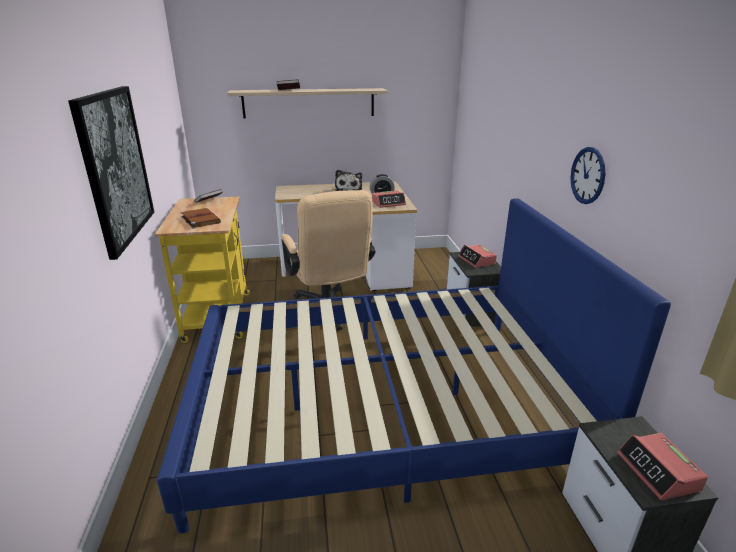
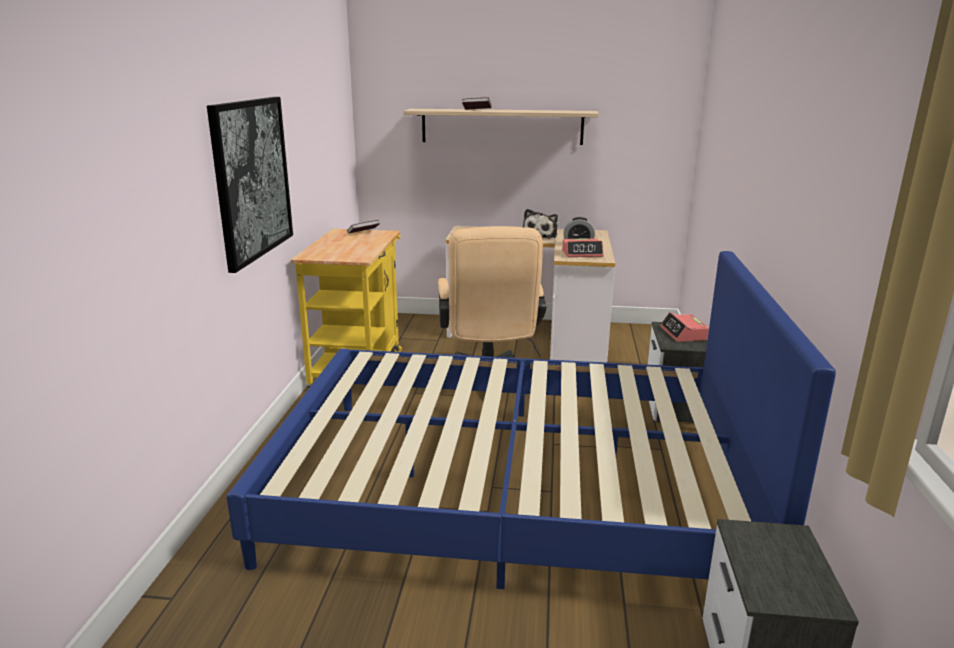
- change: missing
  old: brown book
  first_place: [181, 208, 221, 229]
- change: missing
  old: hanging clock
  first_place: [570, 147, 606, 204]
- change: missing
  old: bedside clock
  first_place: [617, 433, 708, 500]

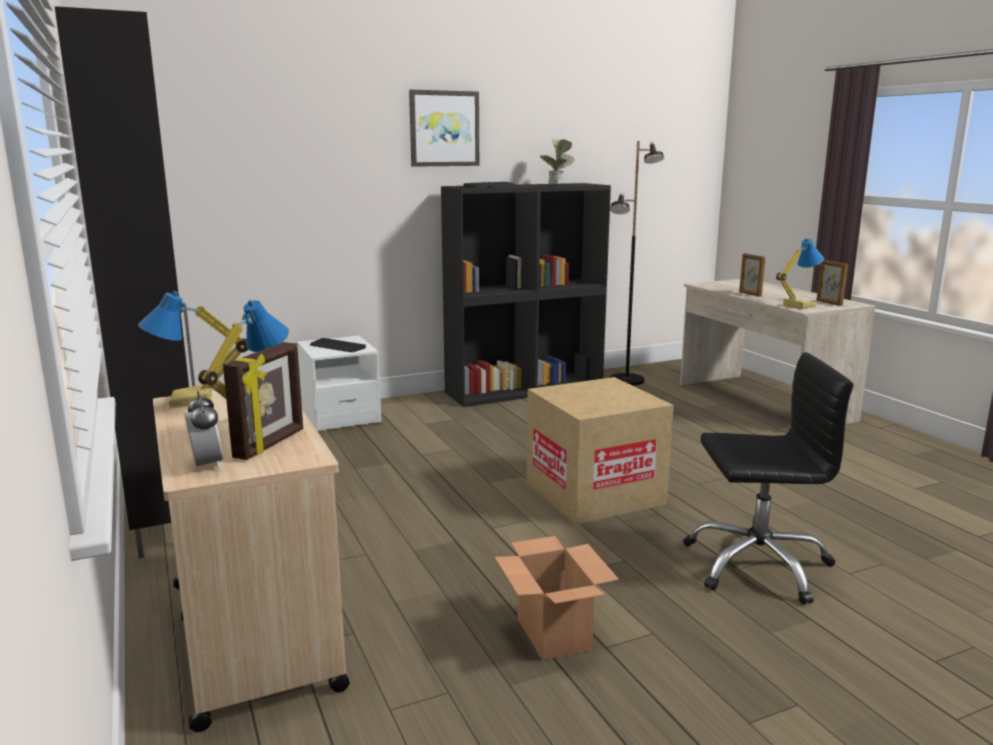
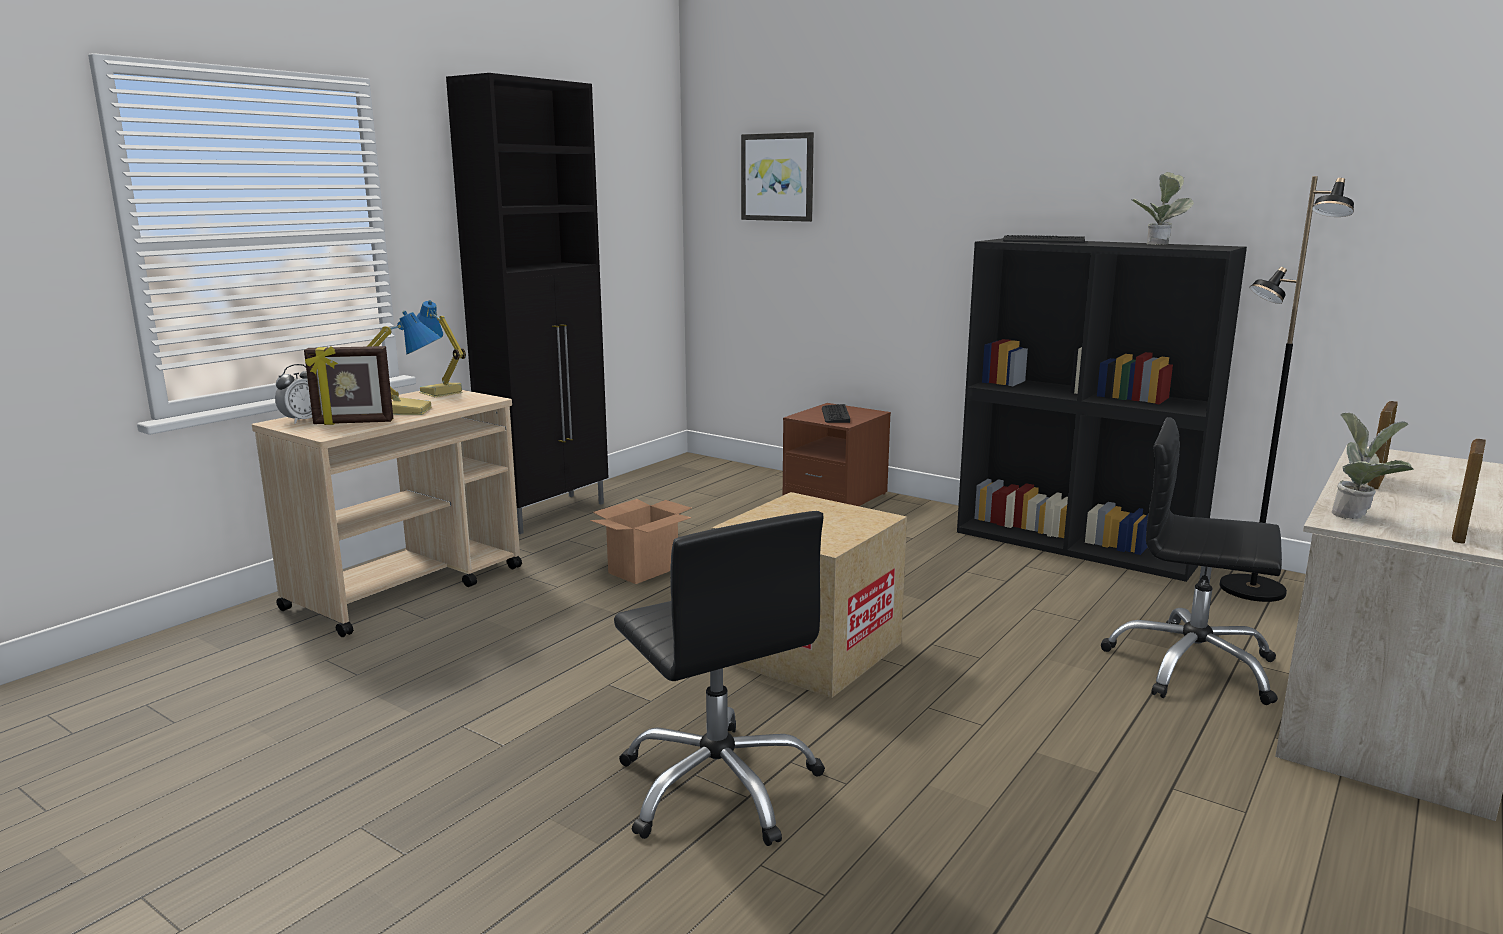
- change: relocated
  old: cardboard box
  first_place: [495, 536, 619, 660]
  second_place: [590, 499, 692, 584]
- change: relocated
  old: wall picture
  first_place: [409, 90, 479, 167]
  second_place: [741, 132, 814, 222]
- change: colour
  old: whitish night table
  new: brown night table
  first_place: [297, 336, 382, 432]
  second_place: [783, 403, 891, 506]
- change: appeared
  new: black-coloured office chair
  second_place: [1101, 417, 1282, 705]
- change: exchanged
  old: table lamp
  new: plant in a pot
  first_place: [776, 238, 824, 309]
  second_place: [1332, 413, 1414, 519]

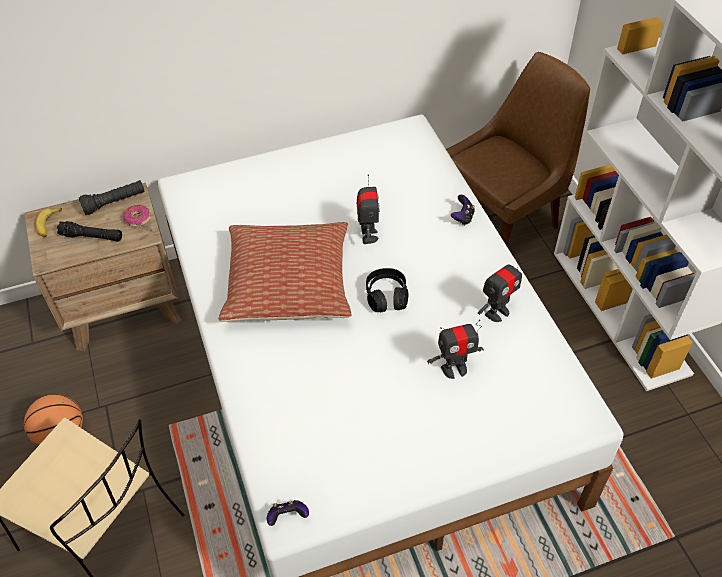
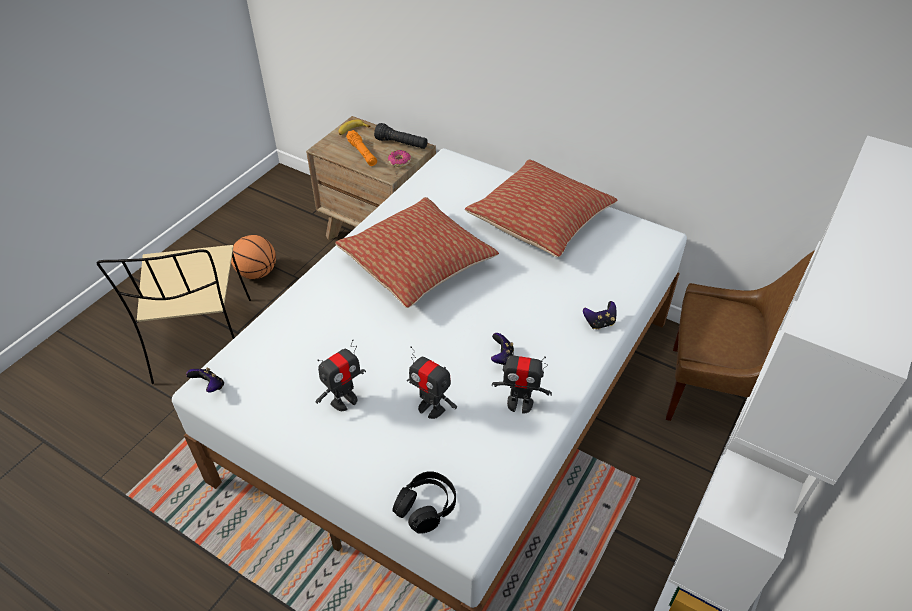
- change: relocated
  old: robot figure
  first_place: [357, 175, 380, 244]
  second_place: [315, 340, 366, 411]
- change: colour
  old: black-coloured torch
  new: orangey torch
  first_place: [57, 221, 122, 242]
  second_place: [346, 130, 377, 166]
- change: relocated
  old: black-coloured headphones
  first_place: [366, 268, 408, 312]
  second_place: [392, 471, 456, 534]
- change: appeared
  new: cushion
  second_place: [465, 159, 617, 257]
- change: appeared
  new: gamepad
  second_place: [491, 333, 514, 365]

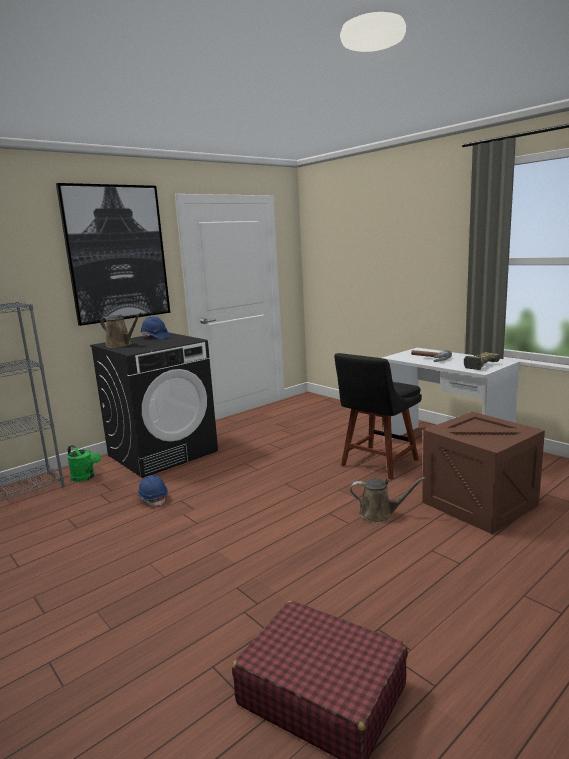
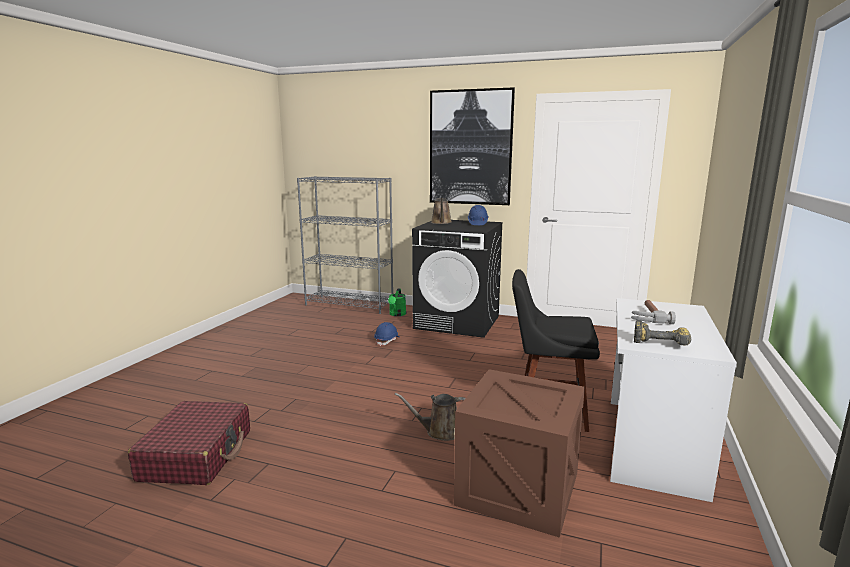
- change: spun
  old: brown watering can
  first_place: [350, 477, 425, 523]
  second_place: [395, 393, 466, 441]
  degrees: 105

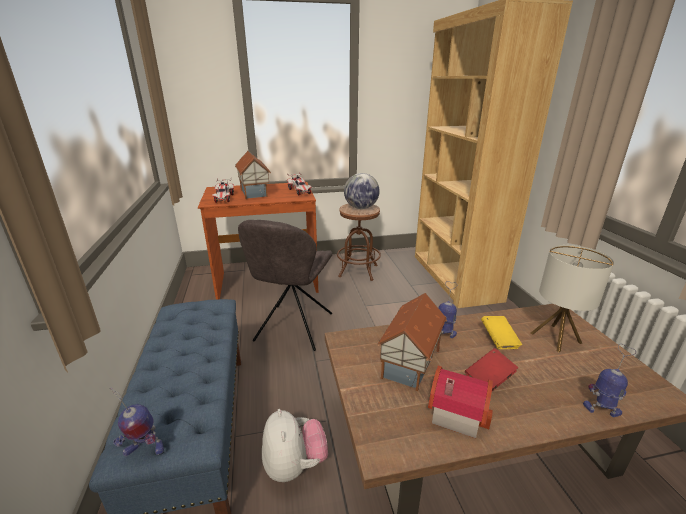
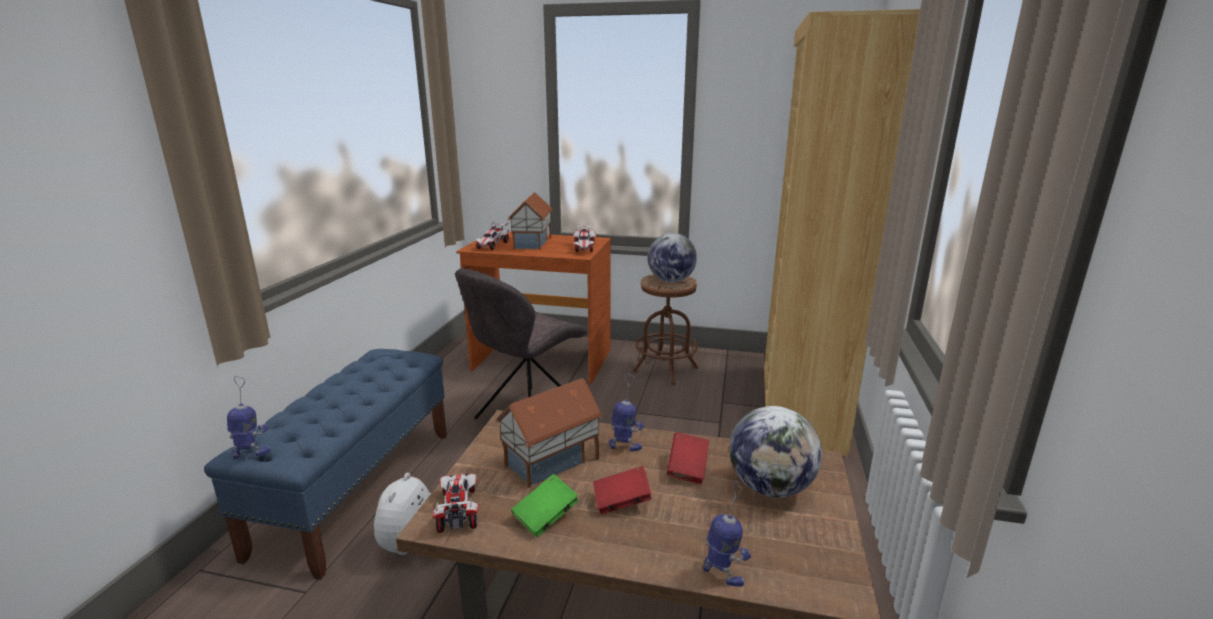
- change: spun
  old: robot figure
  first_place: [110, 387, 164, 456]
  second_place: [227, 376, 271, 459]
  degrees: 150
- change: appeared
  new: miniature car
  second_place: [432, 473, 480, 533]
- change: exchanged
  old: toy house
  new: green book
  first_place: [428, 366, 493, 438]
  second_place: [511, 474, 579, 537]
- change: colour
  old: yellow book
  new: red book
  first_place: [481, 316, 522, 349]
  second_place: [667, 432, 709, 484]
- change: exchanged
  old: table lamp
  new: desk globe
  first_place: [531, 245, 614, 353]
  second_place: [729, 406, 822, 498]

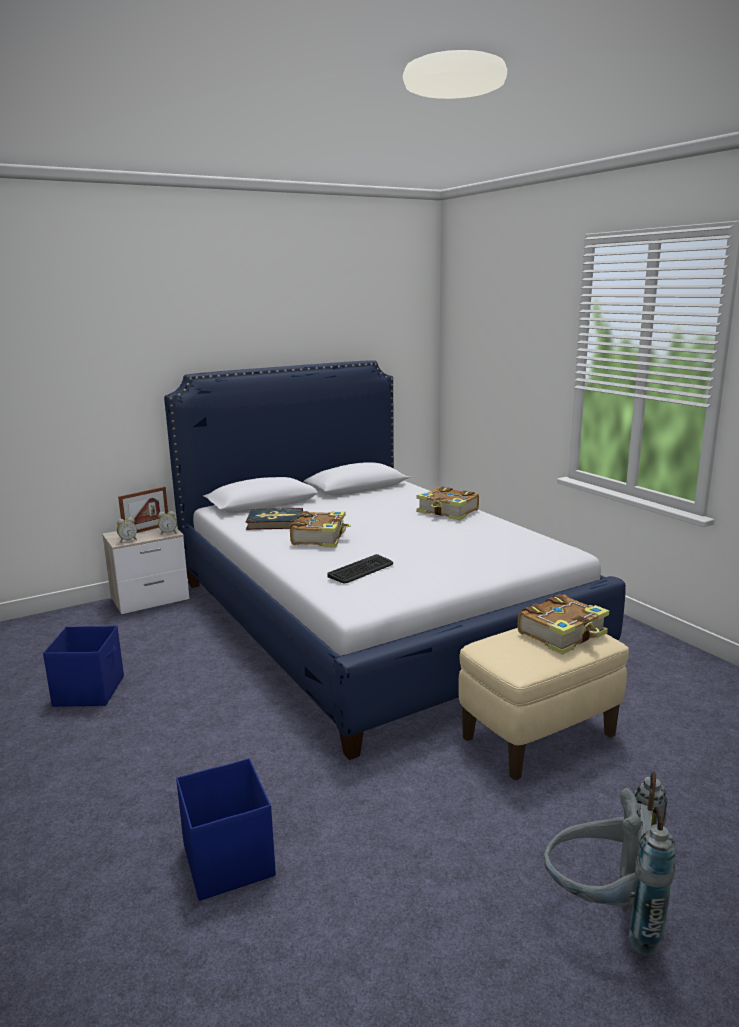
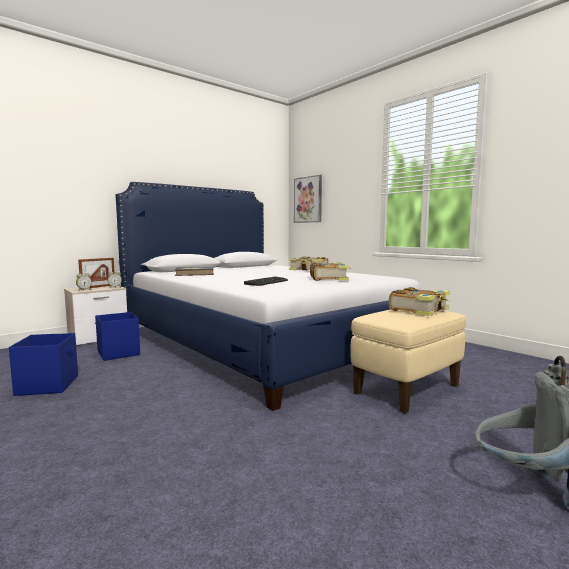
- change: relocated
  old: blue storage box
  first_place: [176, 758, 276, 901]
  second_place: [95, 312, 140, 361]
- change: appeared
  new: wall picture
  second_place: [294, 175, 322, 223]
- change: relocated
  old: book
  first_place: [290, 511, 351, 548]
  second_place: [310, 262, 353, 281]

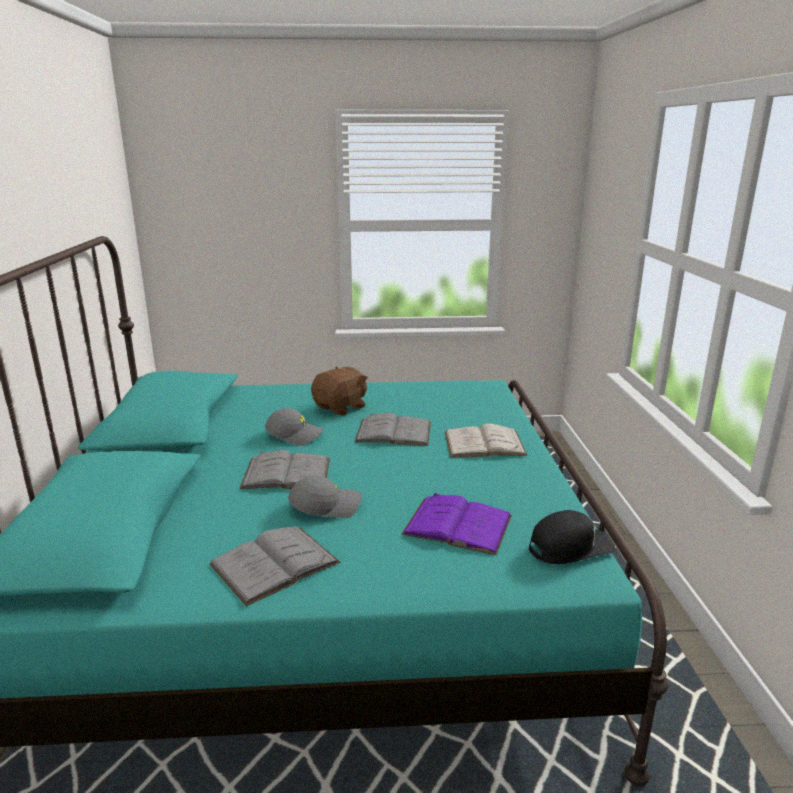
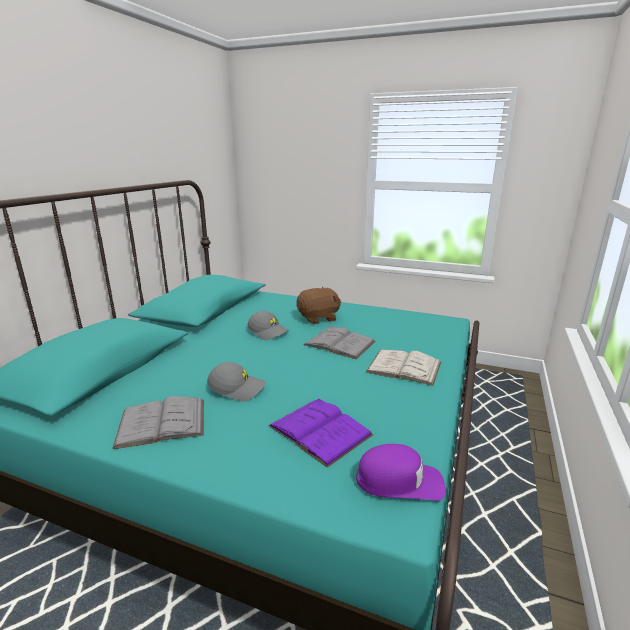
- change: colour
  old: black-coloured cap
  new: purple cap
  first_place: [529, 510, 616, 564]
  second_place: [356, 444, 445, 501]
- change: missing
  old: greyish book
  first_place: [240, 450, 330, 489]

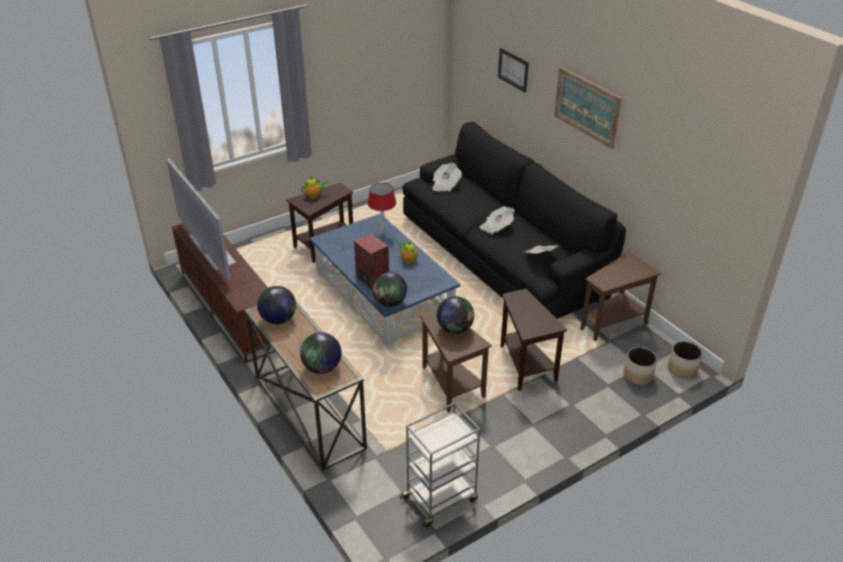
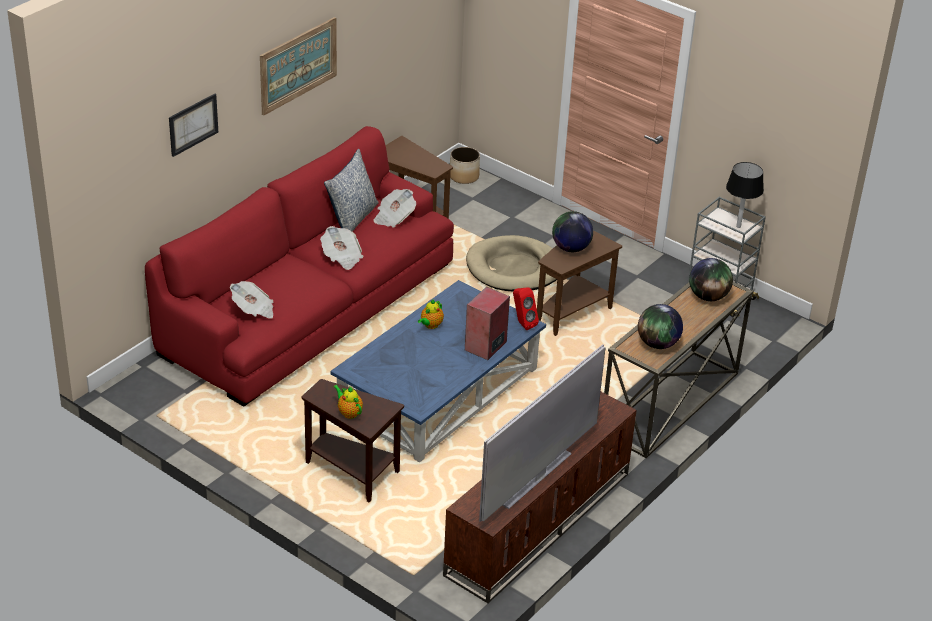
- change: colour
  old: black-coloured sofa
  new: red sofa
  first_place: [403, 122, 626, 319]
  second_place: [145, 126, 454, 407]
- change: appeared
  new: cushion
  second_place: [324, 149, 379, 232]
- change: exchanged
  old: brown end table
  new: sand-coloured dog cushion
  first_place: [501, 289, 567, 391]
  second_place: [466, 235, 557, 291]
- change: exchanged
  old: desk globe
  new: red audio speaker
  first_place: [372, 272, 407, 307]
  second_place: [513, 287, 539, 330]
- change: appeared
  new: black-coloured table lamp
  second_place: [726, 162, 764, 228]
- change: missing
  old: red table lamp
  first_place: [368, 183, 396, 234]
- change: missing
  old: plant pot
  first_place: [623, 347, 657, 385]

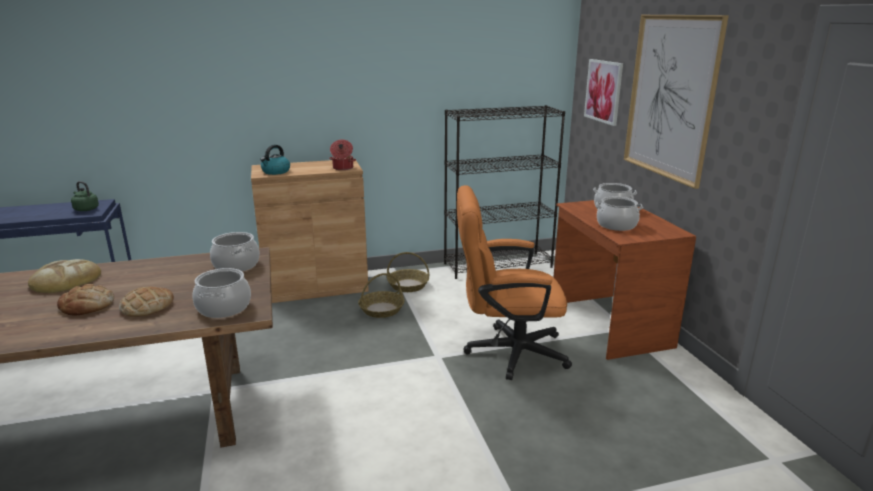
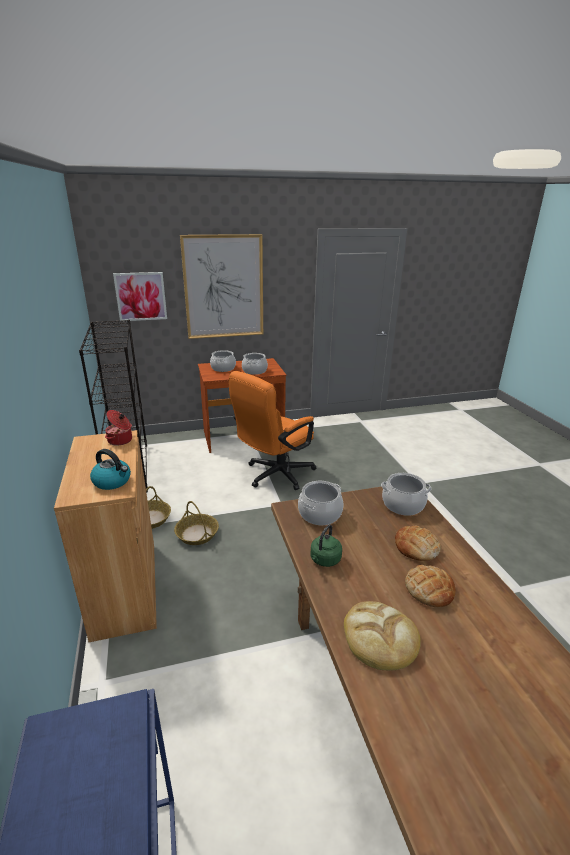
- change: spun
  old: orangey office chair
  first_place: [457, 185, 572, 380]
  second_place: [228, 371, 317, 490]
  degrees: 45
- change: relocated
  old: green water kettle
  first_place: [71, 181, 99, 211]
  second_place: [311, 524, 342, 567]

